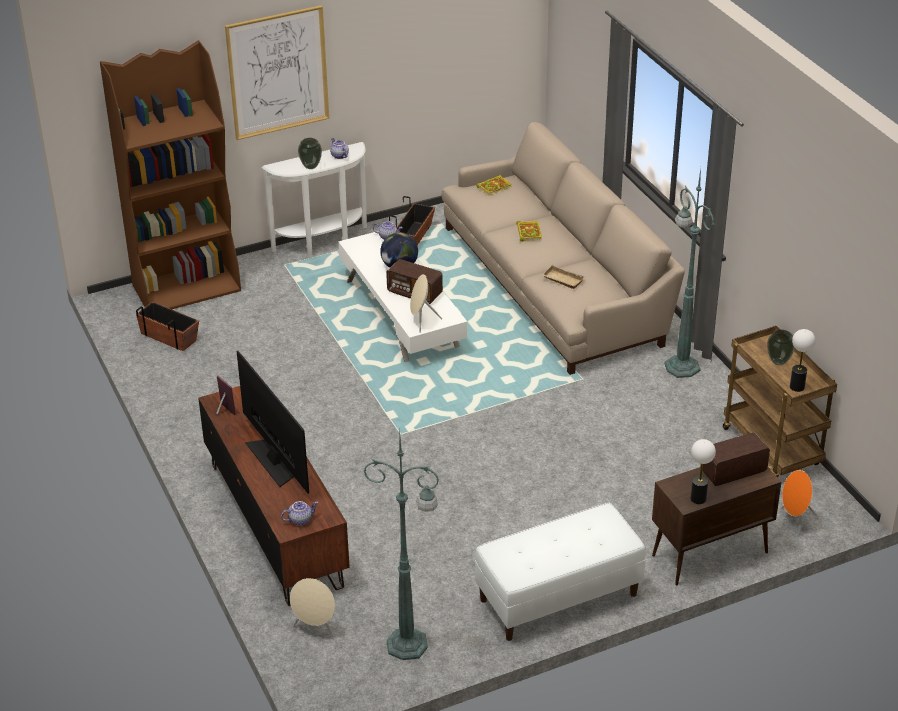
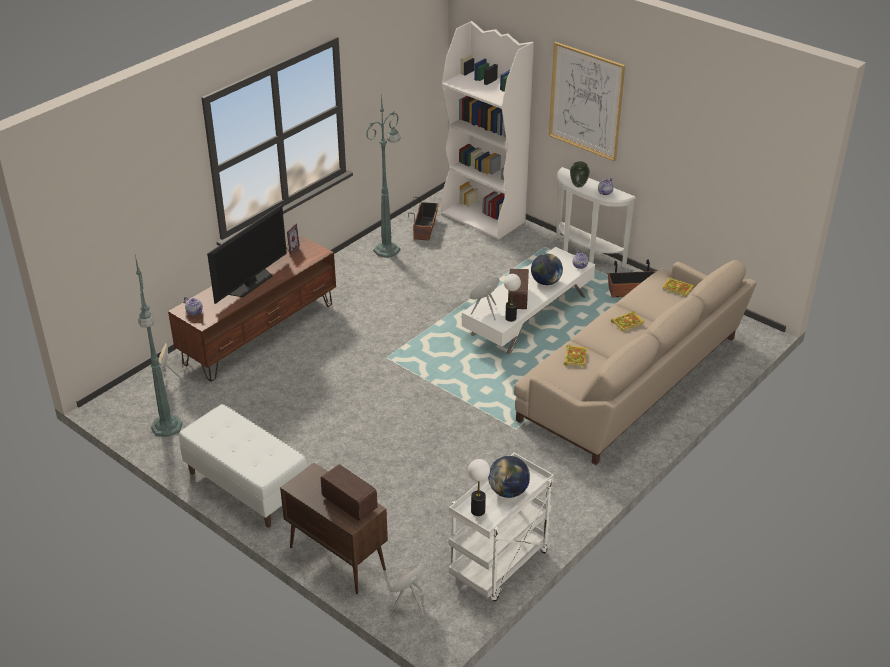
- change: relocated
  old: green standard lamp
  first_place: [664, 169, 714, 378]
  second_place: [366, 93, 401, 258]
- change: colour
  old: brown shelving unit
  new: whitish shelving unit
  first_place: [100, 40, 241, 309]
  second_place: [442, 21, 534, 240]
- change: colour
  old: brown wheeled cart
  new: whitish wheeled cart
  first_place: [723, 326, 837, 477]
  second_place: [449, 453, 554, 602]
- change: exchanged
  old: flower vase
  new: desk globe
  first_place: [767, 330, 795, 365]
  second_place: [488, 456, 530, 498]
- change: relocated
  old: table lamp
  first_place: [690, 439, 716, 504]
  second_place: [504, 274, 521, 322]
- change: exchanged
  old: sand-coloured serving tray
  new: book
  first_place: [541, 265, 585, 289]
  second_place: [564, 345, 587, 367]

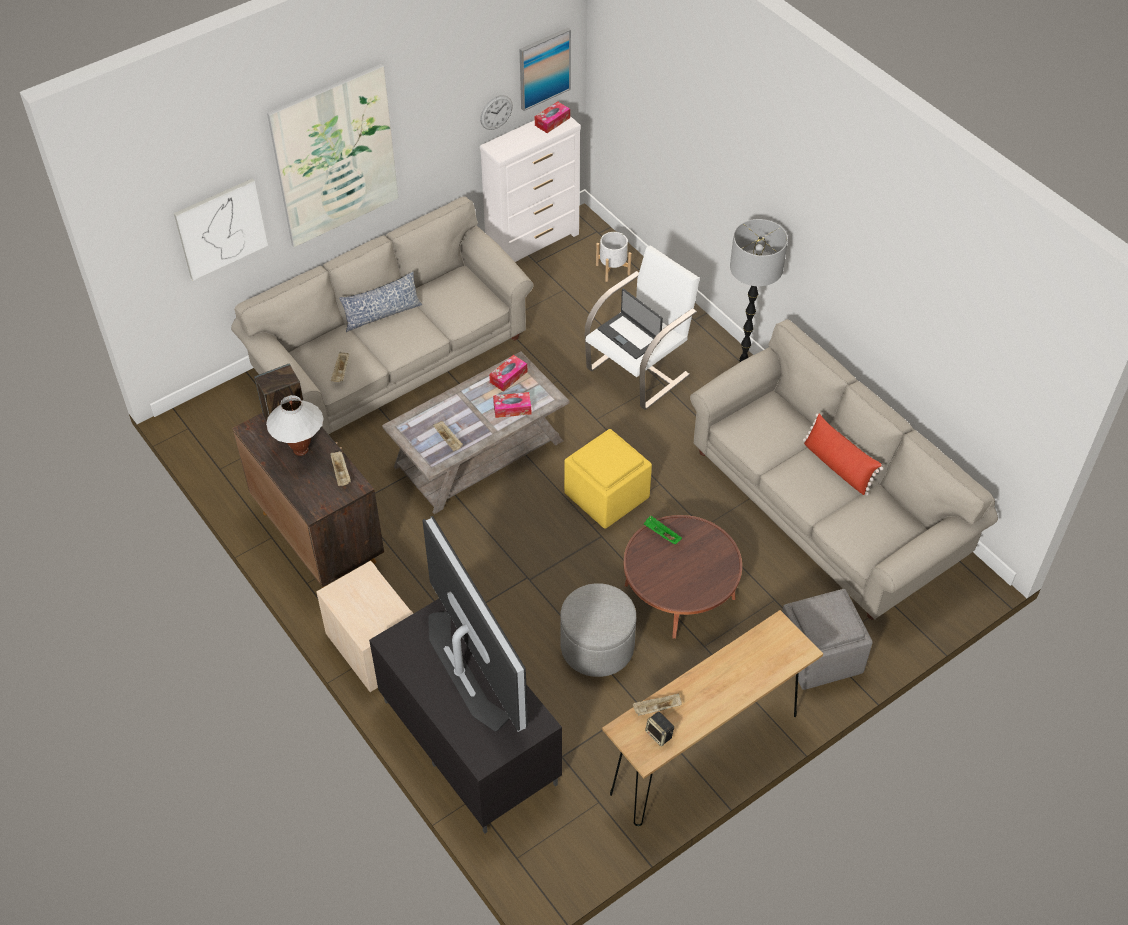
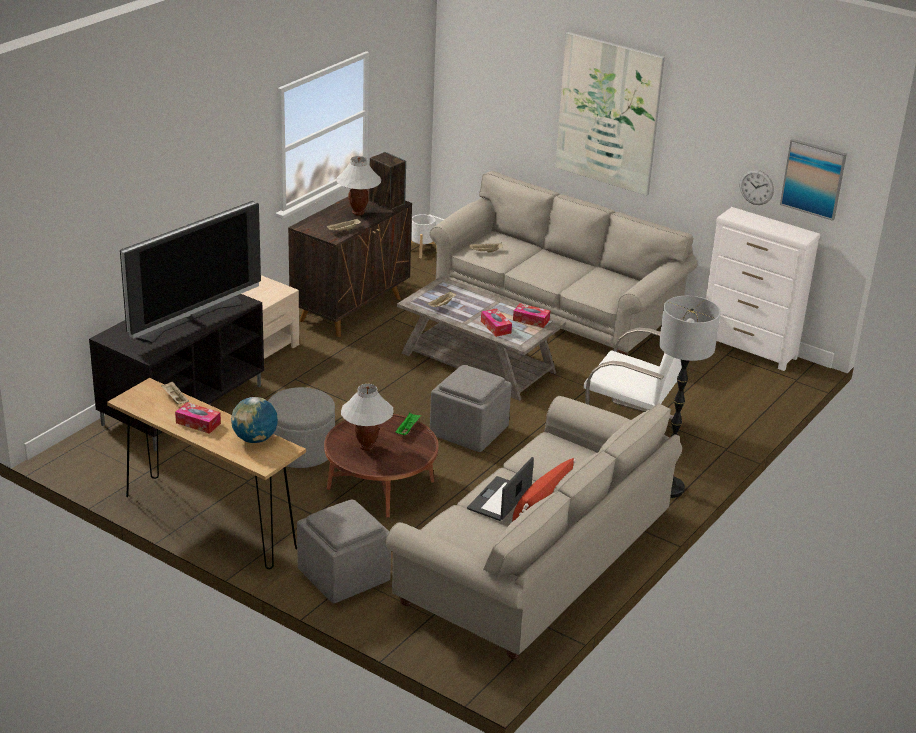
- change: relocated
  old: box of tissues
  first_place: [535, 101, 570, 133]
  second_place: [175, 402, 221, 434]
- change: appeared
  new: desk globe
  second_place: [231, 397, 278, 443]
- change: appeared
  new: whitish table lamp
  second_place: [341, 384, 393, 451]
- change: relocated
  old: whitish plant pot
  first_place: [596, 232, 631, 282]
  second_place: [411, 214, 437, 258]
- change: colour
  old: yellow ottoman
  new: greyish ottoman
  first_place: [564, 429, 652, 529]
  second_place: [430, 365, 512, 452]
- change: relocated
  old: portable computer
  first_place: [598, 289, 663, 359]
  second_place: [467, 457, 534, 521]
- change: missing
  old: wall picture
  first_place: [174, 179, 268, 281]
- change: missing
  old: cushion
  first_place: [339, 271, 422, 332]
- change: missing
  old: audio speaker
  first_place: [645, 712, 674, 746]

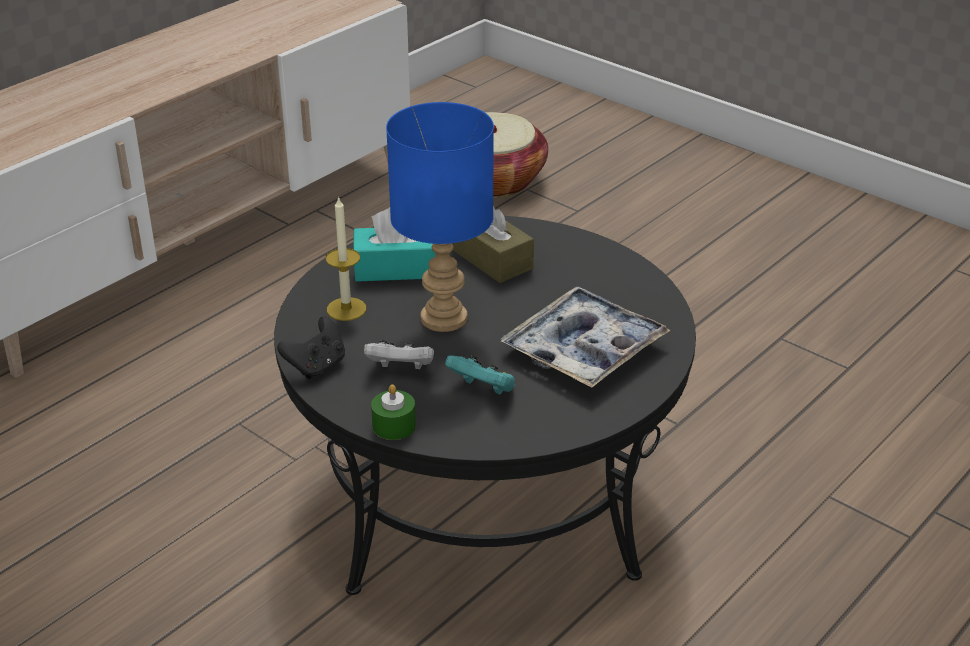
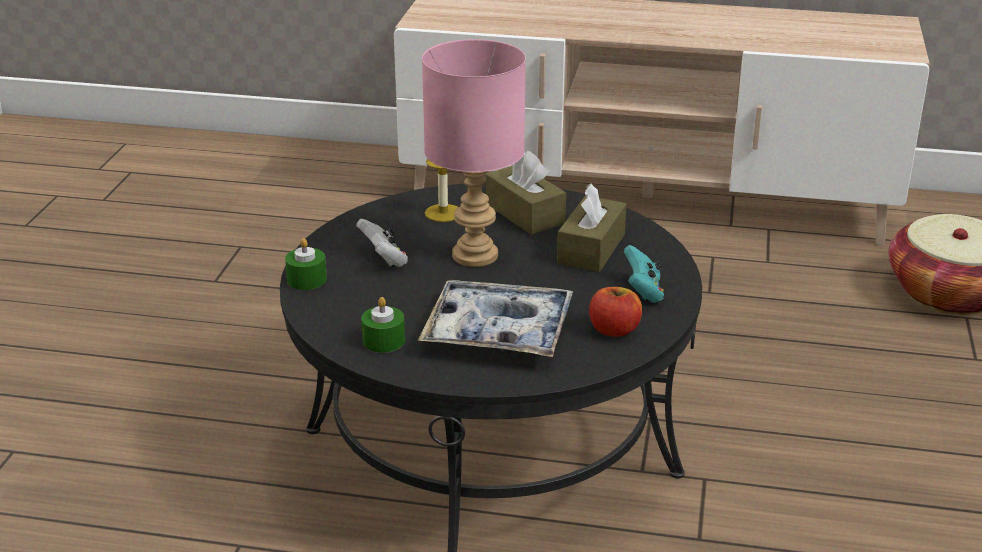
- change: appeared
  new: green wax candle
  second_place: [361, 297, 405, 353]
- change: colour
  old: blue table lamp
  new: pinkish table lamp
  first_place: [386, 102, 494, 332]
  second_place: [422, 39, 526, 267]
- change: colour
  old: turquoise box of tissues
  new: brown box of tissues
  first_place: [353, 207, 436, 282]
  second_place: [486, 150, 566, 235]
- change: appeared
  new: whole apple
  second_place: [589, 287, 642, 337]
- change: relocated
  old: turquoise gamepad
  first_place: [445, 355, 515, 395]
  second_place: [624, 245, 664, 303]
- change: missing
  old: black-coloured gamepad
  first_place: [277, 317, 345, 379]

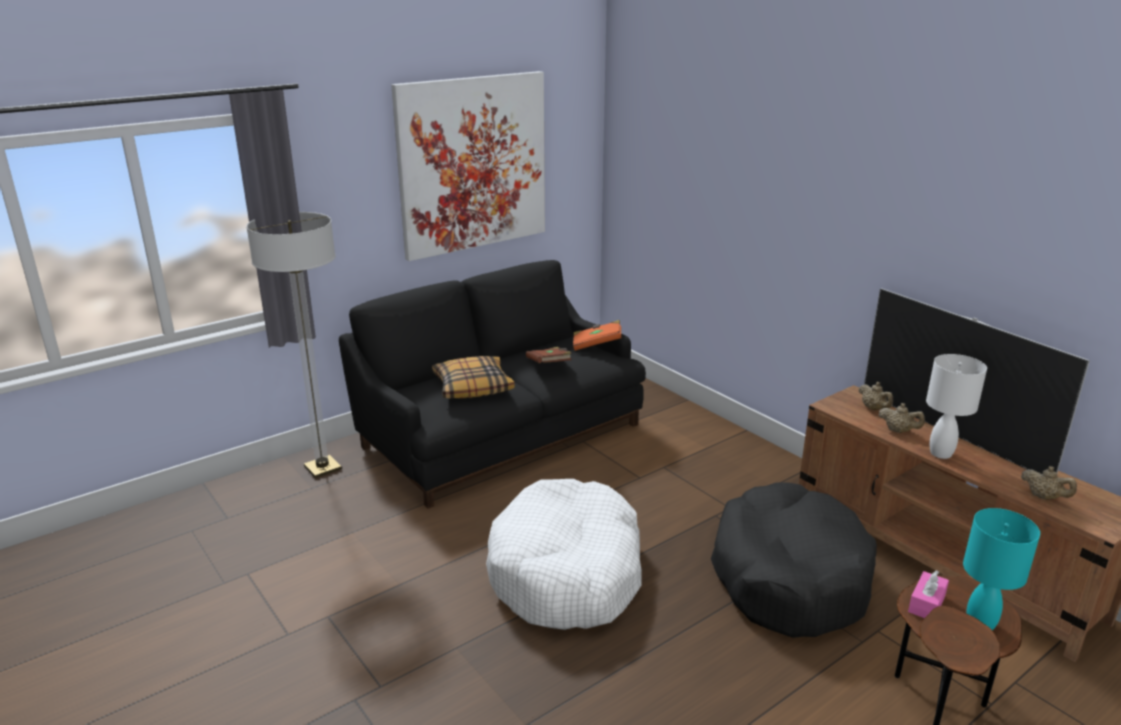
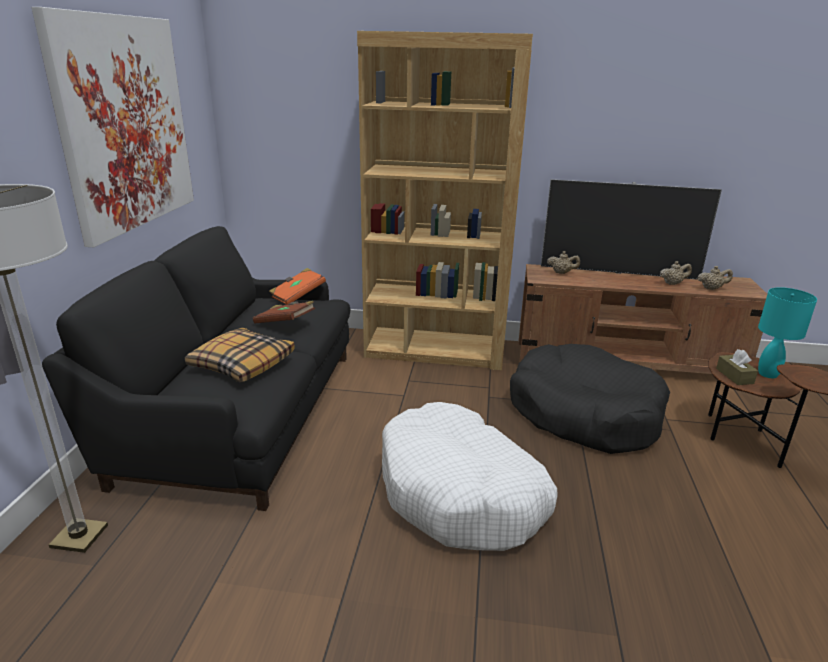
- change: appeared
  new: brown shelving unit
  second_place: [357, 31, 533, 370]
- change: relocated
  old: sand-coloured tea pot
  first_place: [879, 403, 925, 433]
  second_place: [660, 261, 692, 285]
- change: colour
  old: pinkish box of tissues
  new: brown box of tissues
  first_place: [908, 570, 949, 618]
  second_place: [716, 349, 758, 385]
- change: missing
  old: whitish table lamp
  first_place: [926, 354, 987, 459]

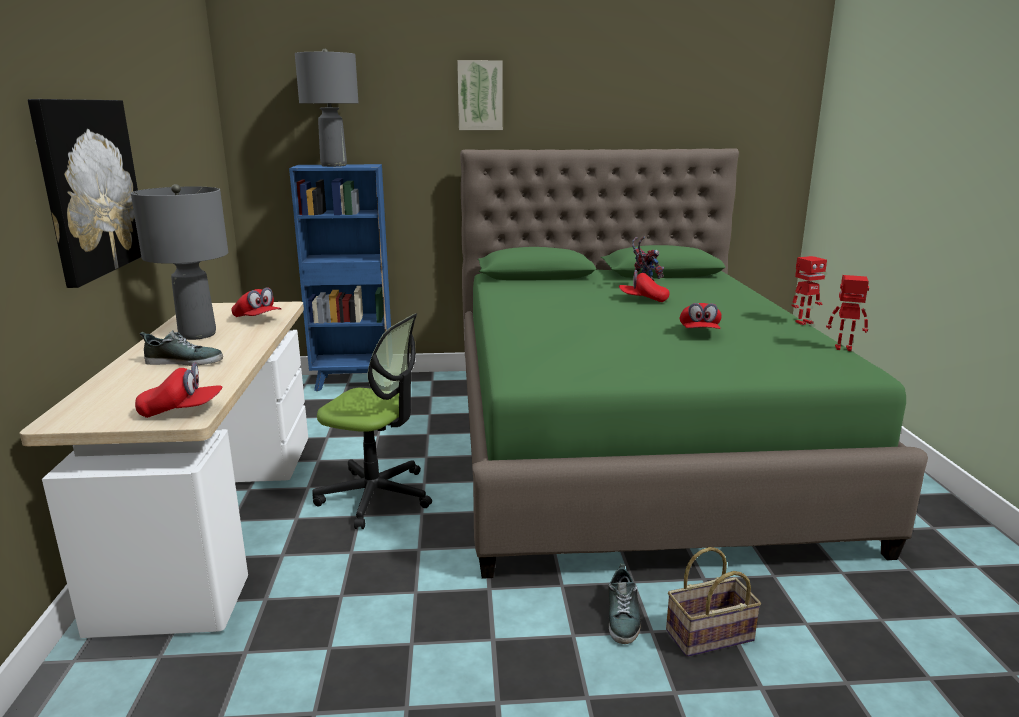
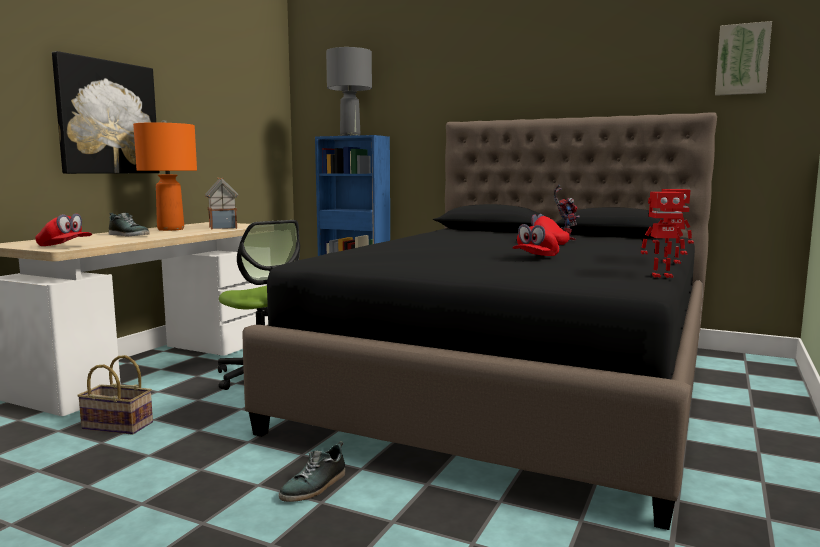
- change: relocated
  old: storage basket
  first_place: [666, 547, 761, 657]
  second_place: [77, 355, 153, 435]
- change: colour
  old: greyish table lamp
  new: orangey table lamp
  first_place: [131, 184, 228, 340]
  second_place: [133, 120, 197, 231]
- change: exchanged
  old: red cap
  new: toy house
  first_place: [232, 287, 281, 317]
  second_place: [205, 177, 238, 229]
- change: colour
  old: green sleeping bed
  new: black-coloured sleeping bed
  first_place: [460, 148, 928, 579]
  second_place: [242, 112, 717, 530]
- change: spun
  old: robot figure
  first_place: [826, 275, 869, 351]
  second_place: [641, 192, 688, 278]
  degrees: 135
- change: relocated
  old: wall picture
  first_place: [457, 60, 503, 130]
  second_place: [715, 21, 772, 96]

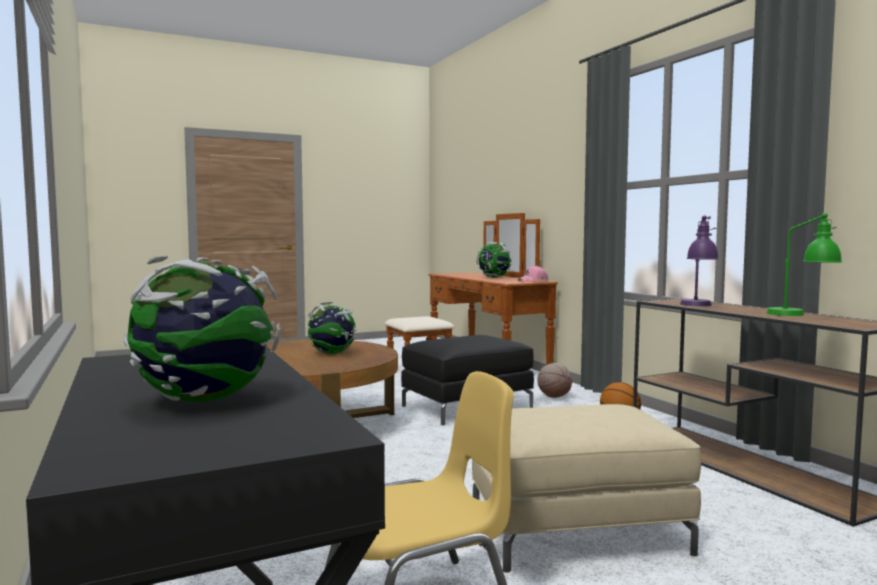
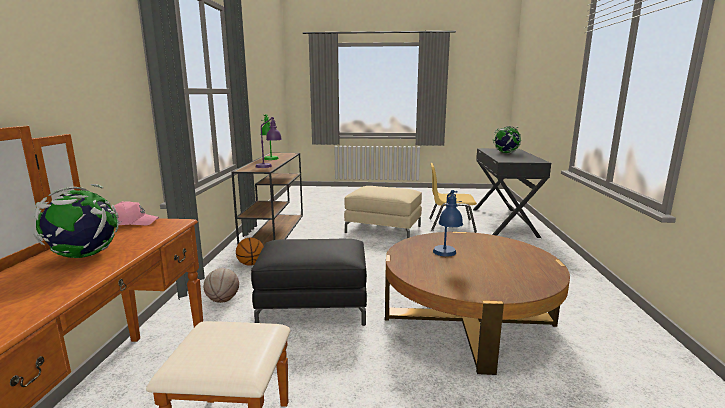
- change: exchanged
  old: desk globe
  new: blue table lamp
  first_place: [307, 302, 357, 354]
  second_place: [433, 190, 463, 257]

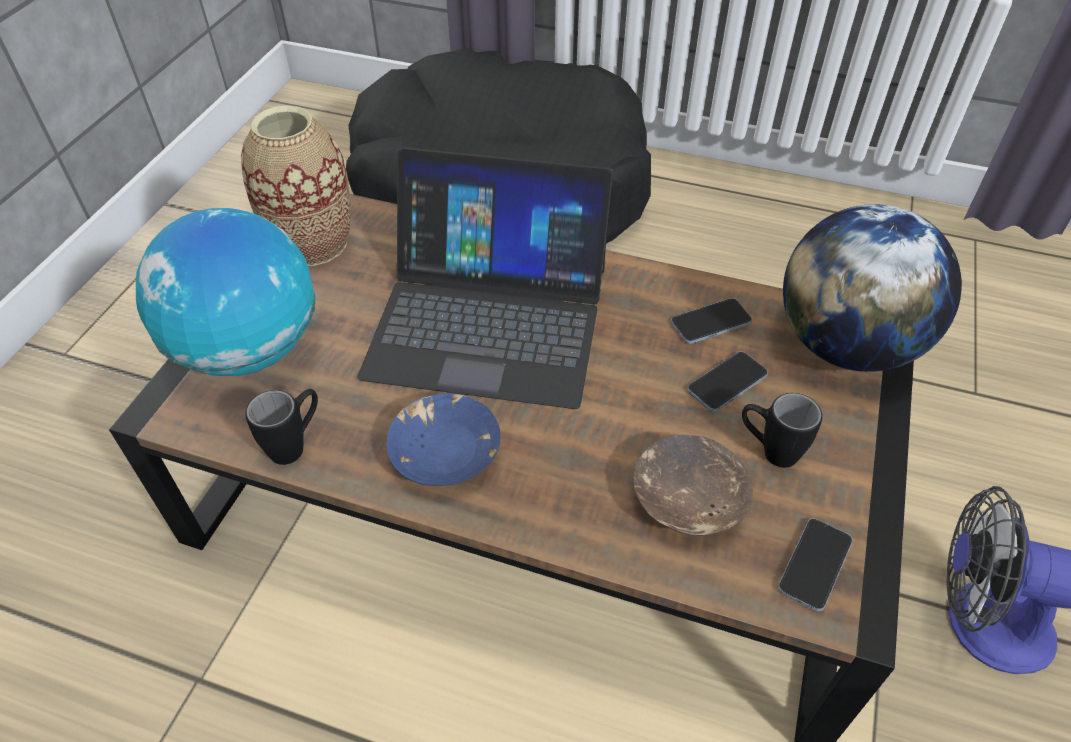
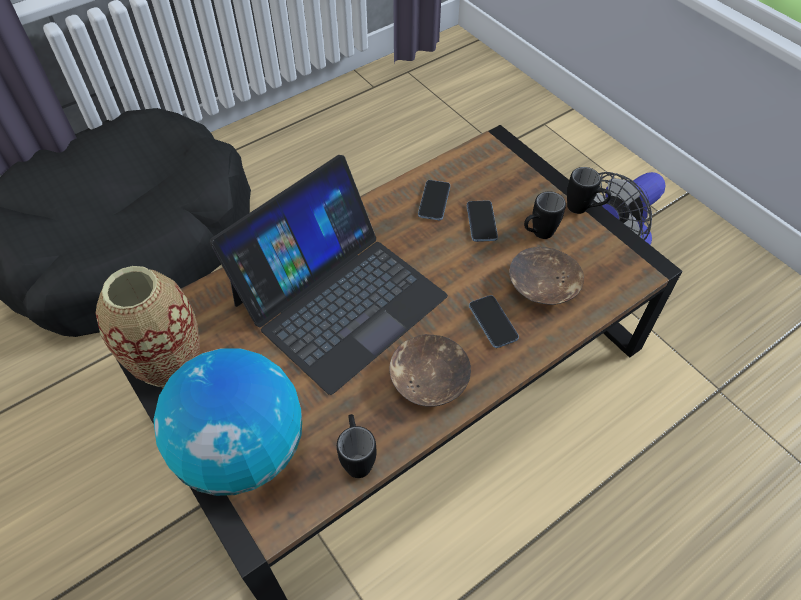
- change: colour
  old: blue serving bowl
  new: brown serving bowl
  first_place: [386, 393, 501, 486]
  second_place: [389, 334, 471, 407]
- change: relocated
  old: handset
  first_place: [778, 518, 853, 612]
  second_place: [469, 295, 519, 348]
- change: appeared
  new: black-coloured mug
  second_place: [567, 167, 611, 214]
- change: missing
  old: desk globe
  first_place: [783, 204, 962, 372]

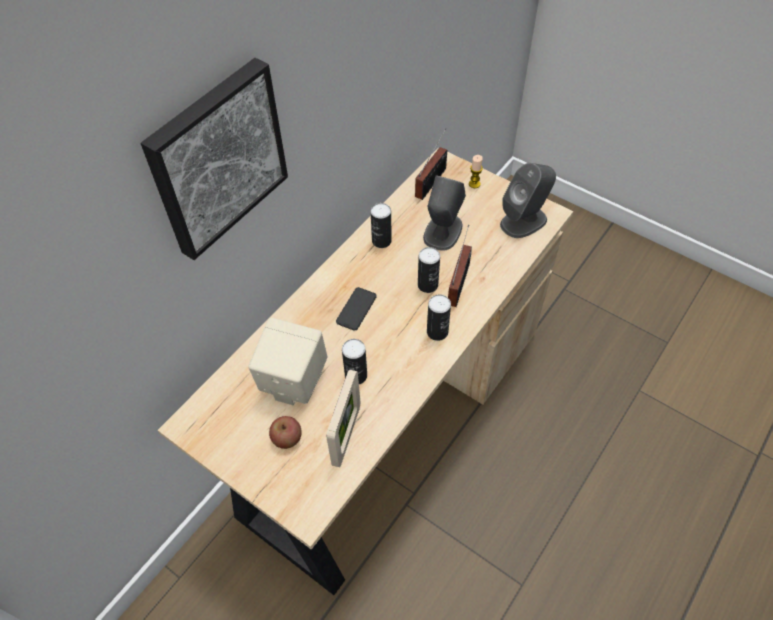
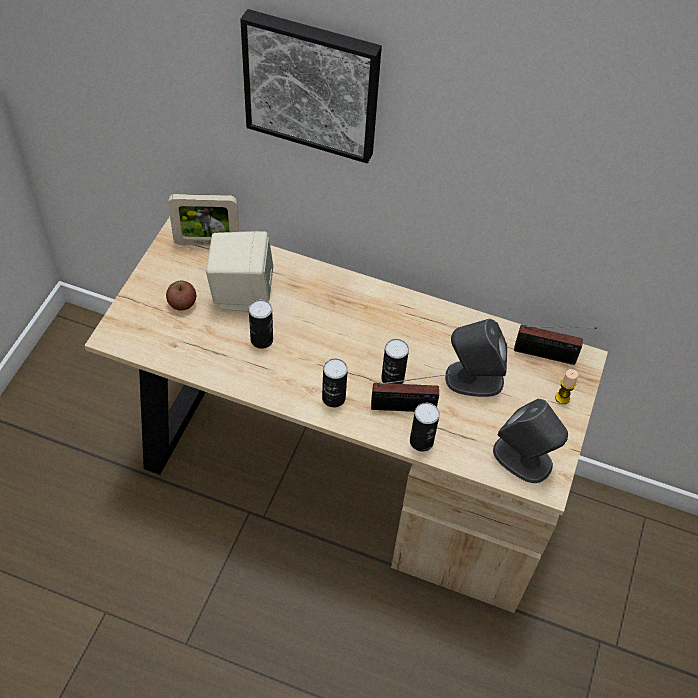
- change: relocated
  old: standing frame
  first_place: [327, 370, 360, 467]
  second_place: [168, 194, 239, 246]
- change: relocated
  old: metal can
  first_place: [371, 203, 392, 248]
  second_place: [410, 403, 440, 452]
- change: missing
  old: handset
  first_place: [336, 287, 377, 331]

